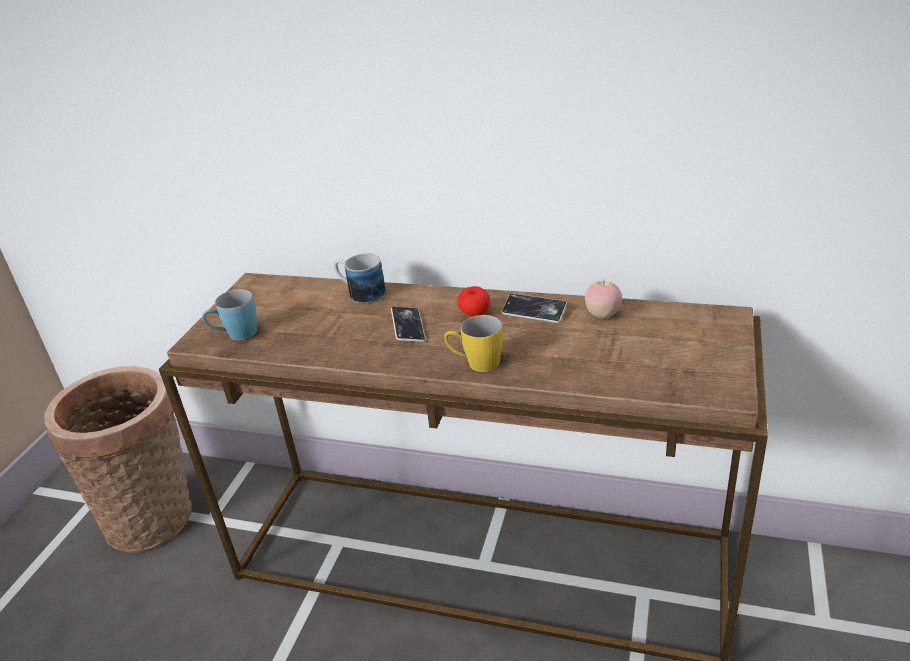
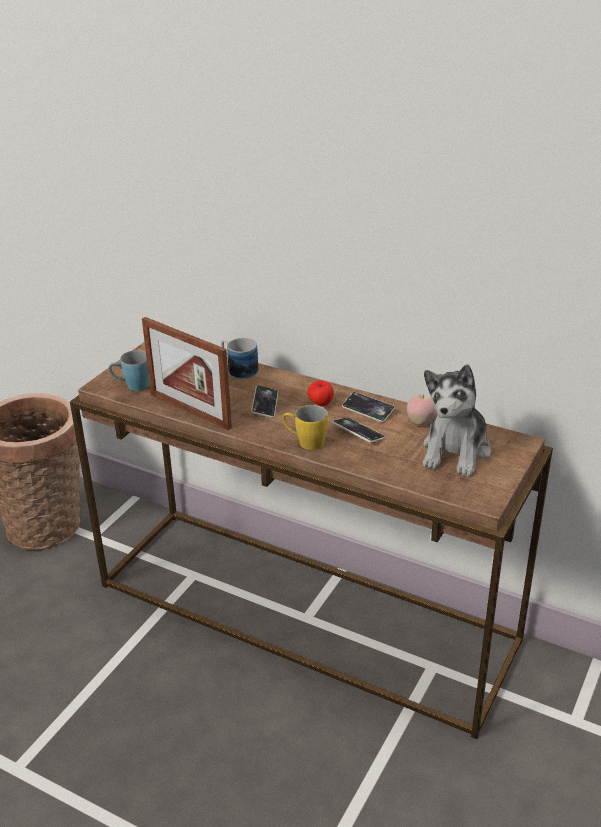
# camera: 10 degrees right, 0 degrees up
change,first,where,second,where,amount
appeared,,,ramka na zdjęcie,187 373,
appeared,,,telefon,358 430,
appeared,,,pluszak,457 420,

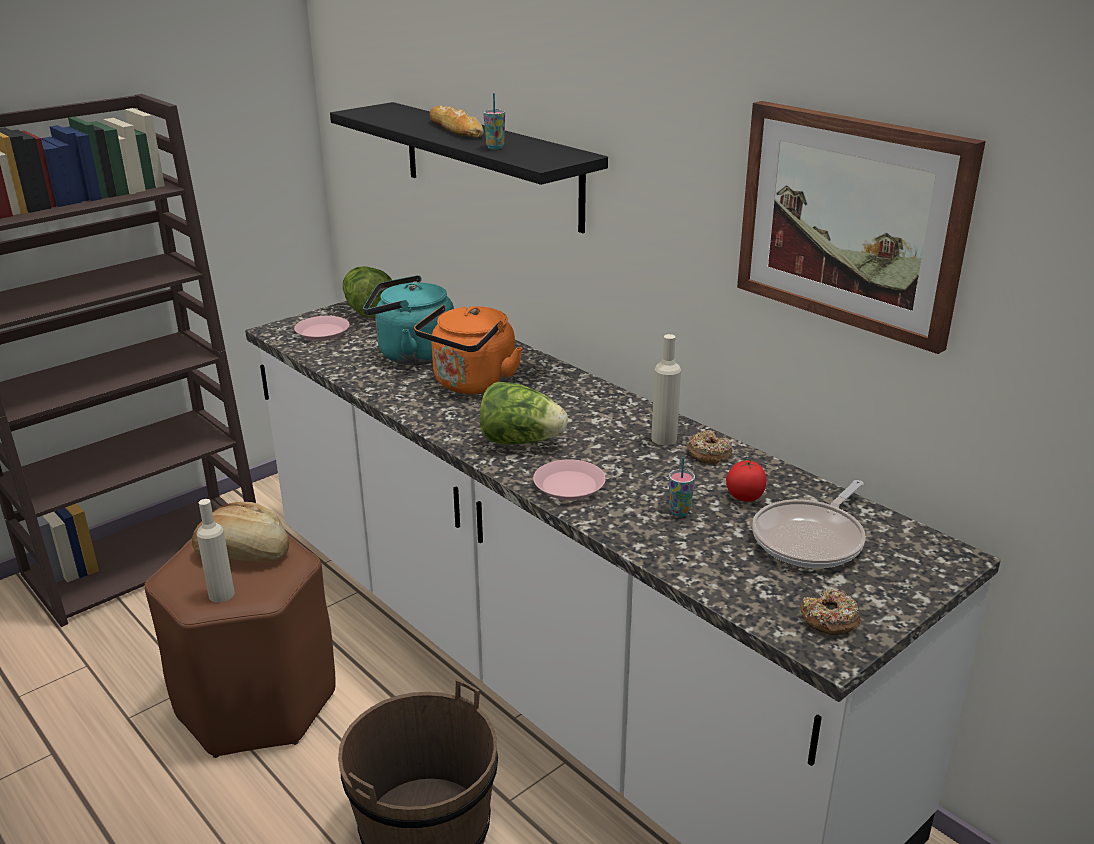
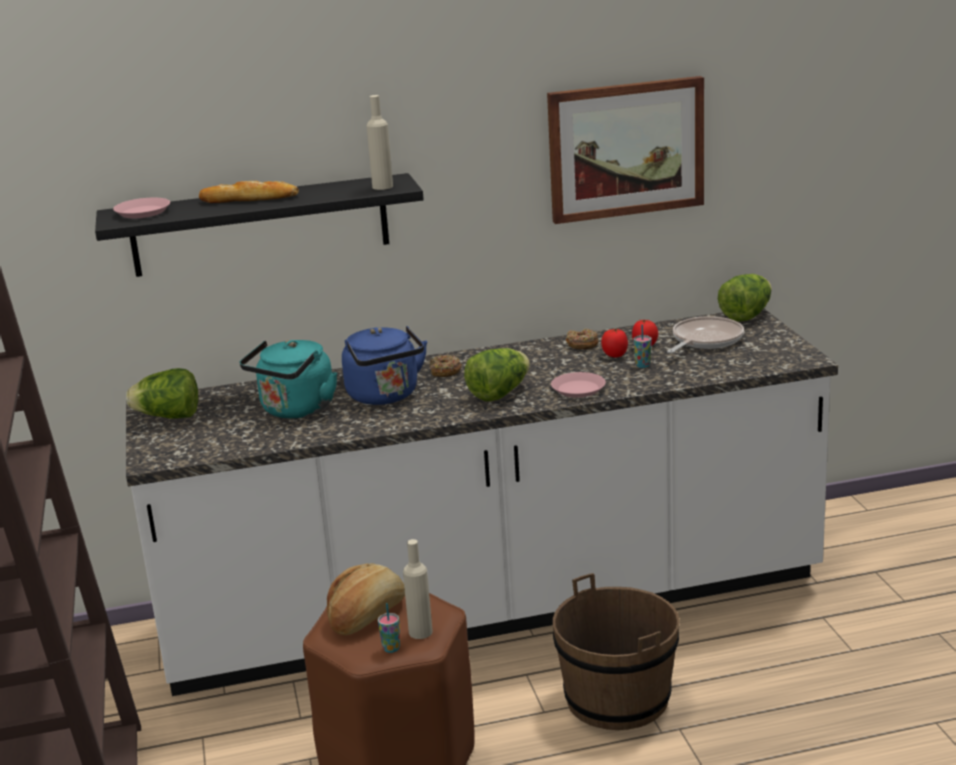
# camera: 60 degrees left, 5 degrees down
change,first,where,second,where,amount
relocated,talerz/różowy,322 328,,141 208,
colour,czajnik/pomarańczowy,468 349,czajnik/niebieski,384 365,
relocated,filiżanka,494 121,,389 628,
relocated,butelka/beżowy,666 389,,379 142,
spun,patelnia,809 524,,705 334,120 degrees counterclockwise
relocated,donut,830 611,,446 366,
appeared,,,pomidor,614 343,
appeared,,,sałata,745 298,

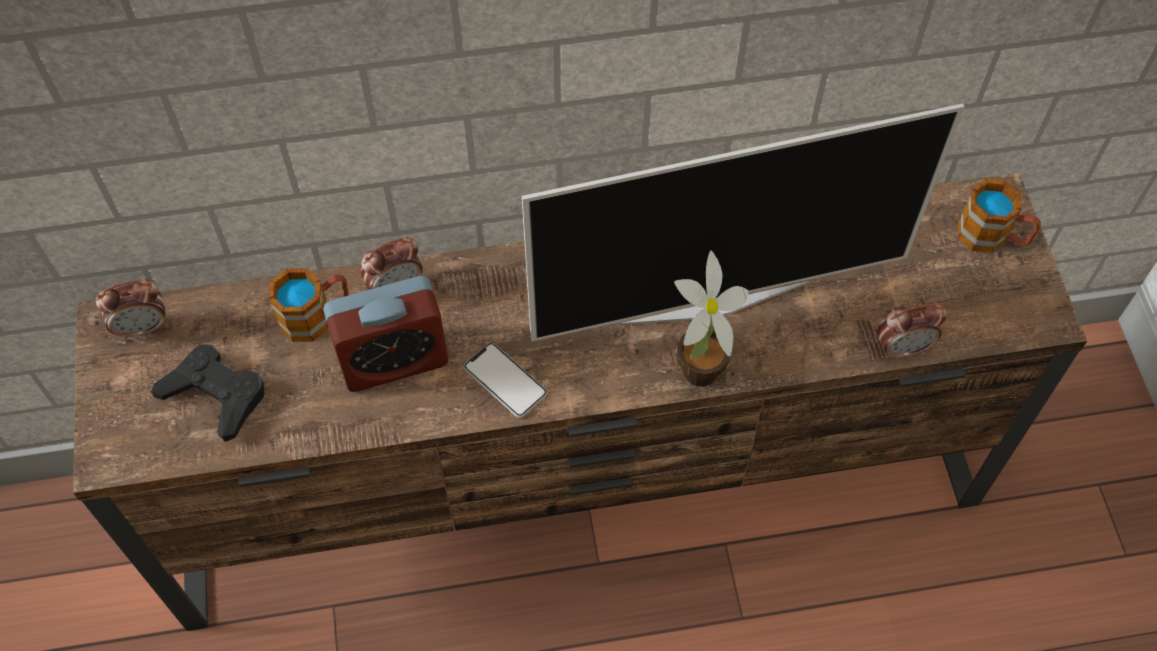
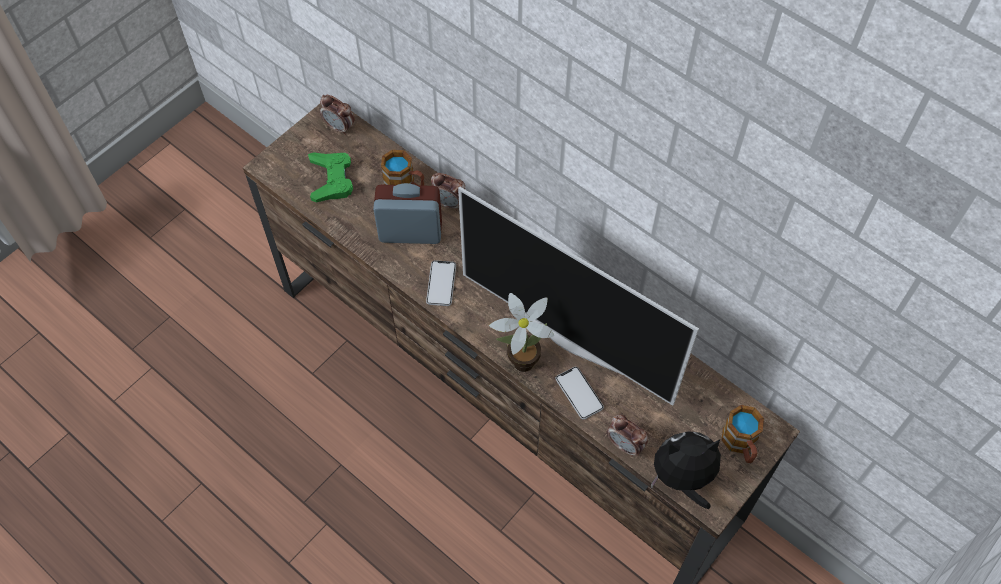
# camera: 50 degrees right, 0 degrees up
change,first,where,second,where,amount
colour,pad do gier/czarny,207 393,pad do gier/zielony,330 177,
spun,budzik,385 334,,407 213,150 degrees clockwise
appeared,,,telefon,579 393,
appeared,,,pluszak,686 470,

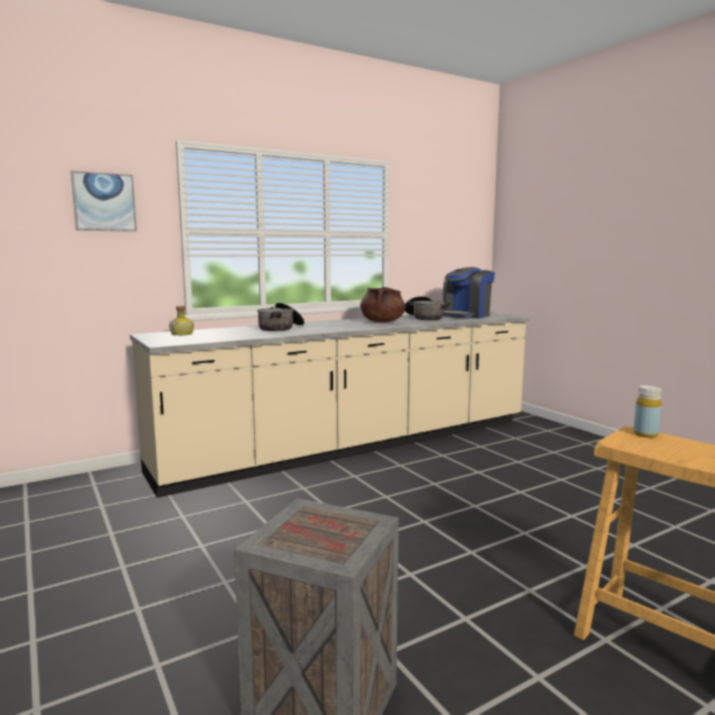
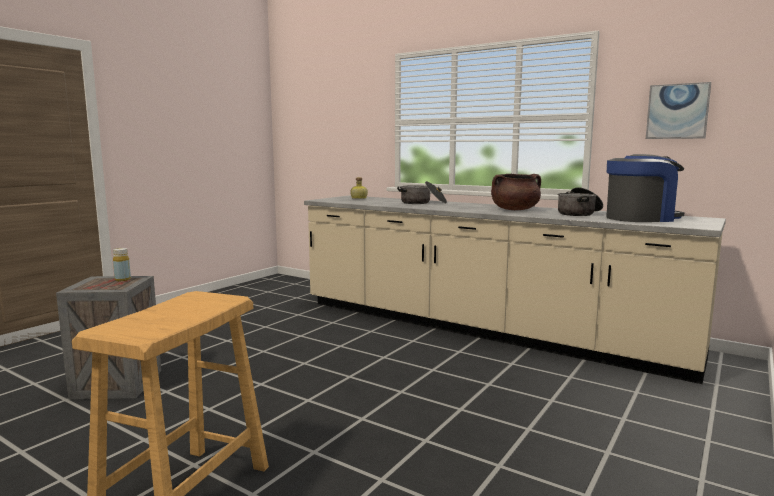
# camera: 65 degrees right, 0 degrees up
change,first,where,second,where,amount
relocated,obraz,104 201,,678 110,
spun,ekspres do kawy,469 292,,645 188,150 degrees clockwise
relocated,butelka/żółty,647 411,,122 264,

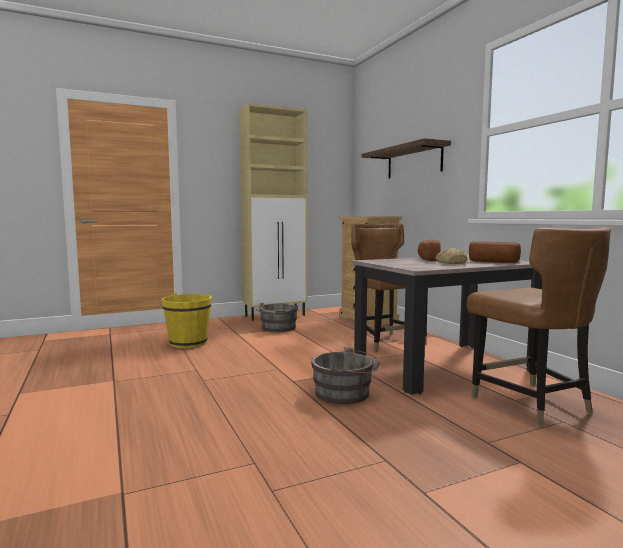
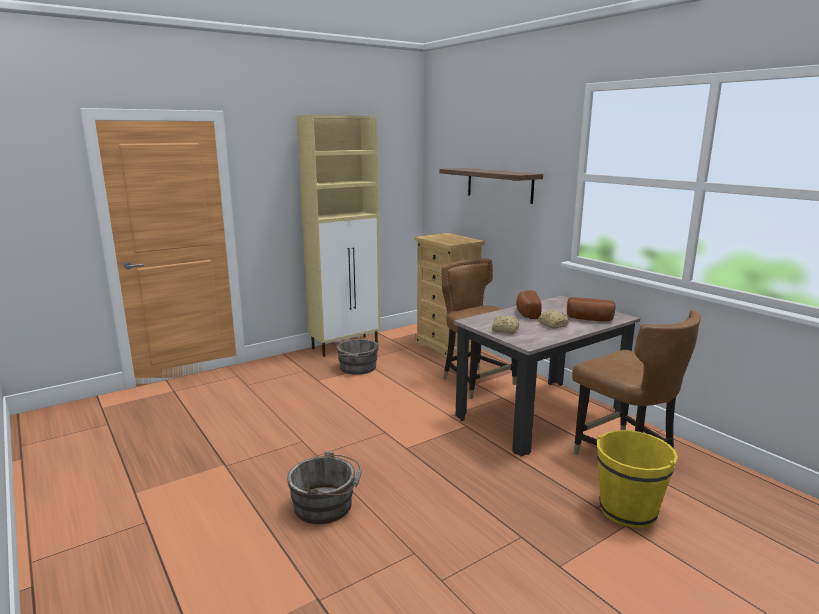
# camera: 10 degrees left, 10 degrees up
change,first,where,second,where,amount
relocated,wiadro/żółty,186 320,,637 479,
relocated,wiadro/szary,345 375,,324 487,
appeared,,,chleb,505 325,

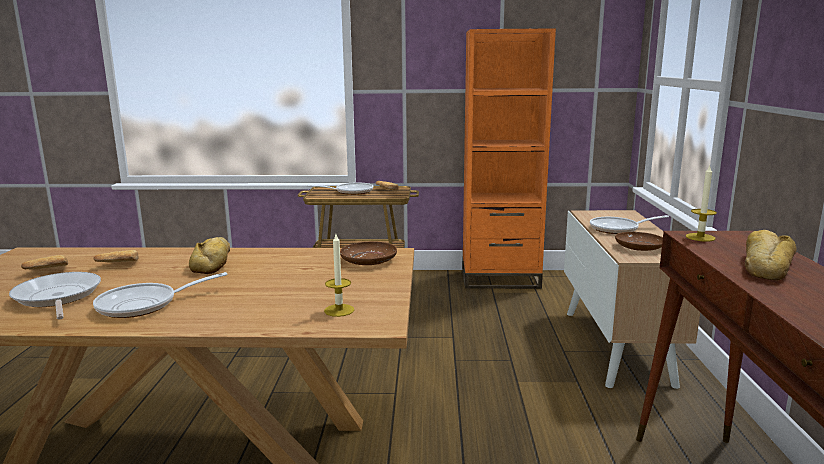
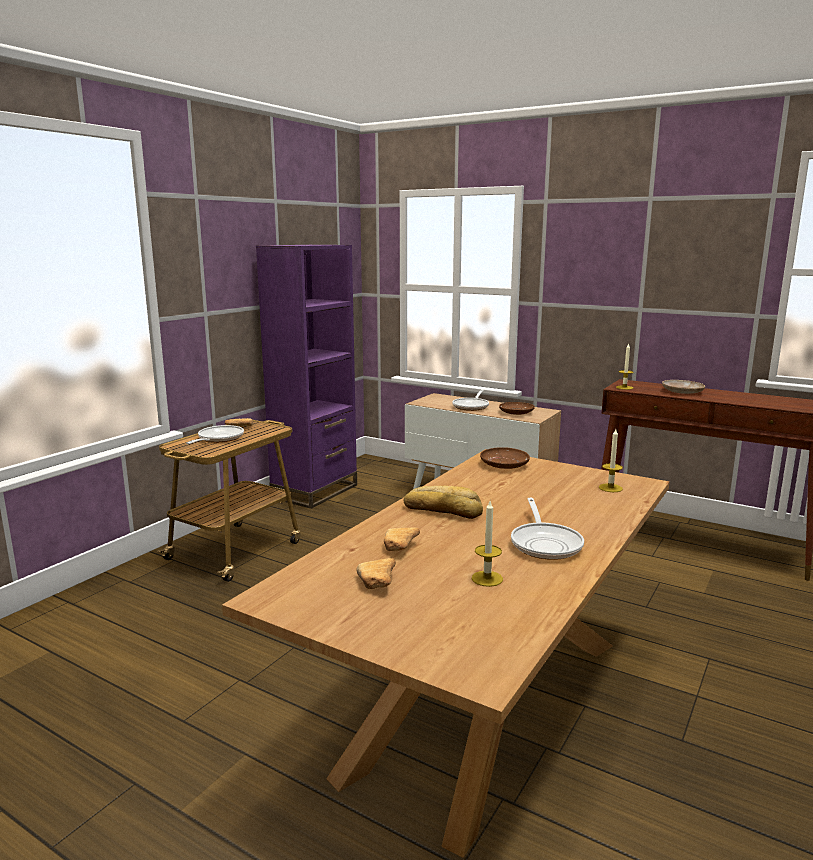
# camera: 60 degrees left, 0 degrees up
change,first,where,second,where,amount
exchanged,patelnia,55 296,świeca,487 544,
colour,regał/pomarańczowy,509 158,regał/fioletowy,306 377,
exchanged,chleb,770 255,talerz/beżowy,683 387,

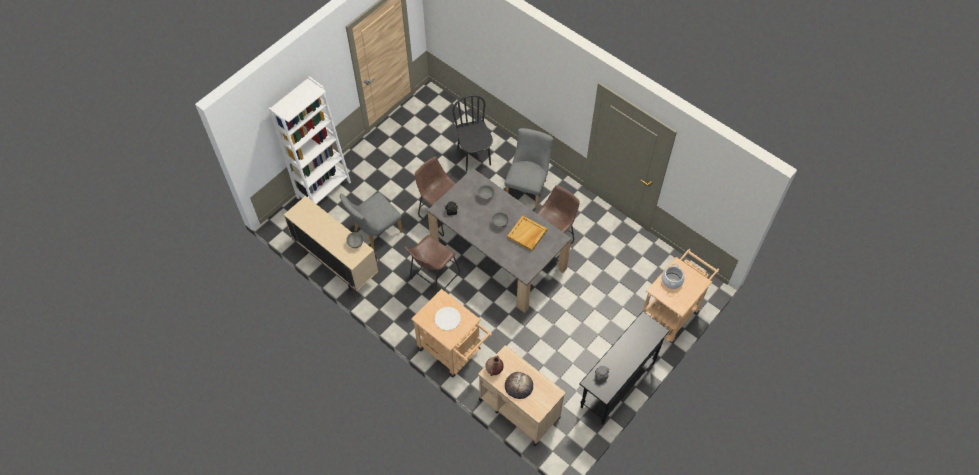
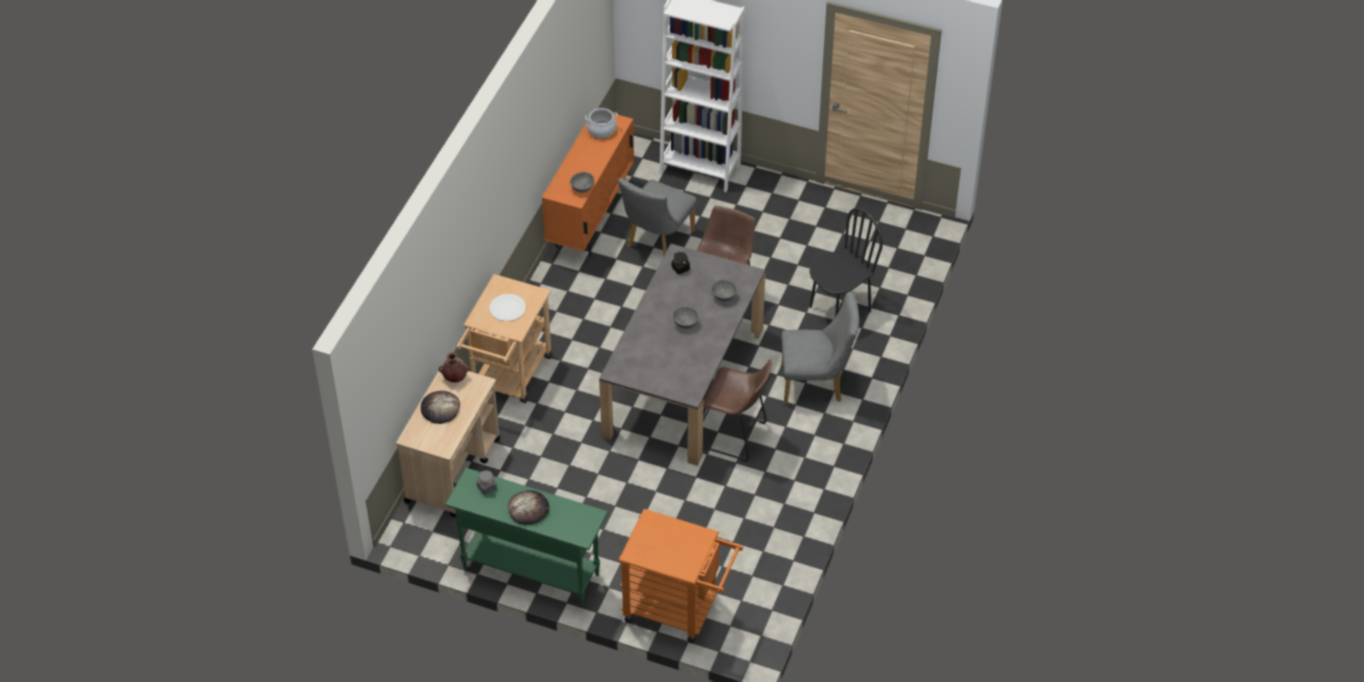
# camera: 70 degrees right, 10 degrees down
change,first,where,second,where,amount
colour,szafka/beżowy,331 243,szafka/pomarańczowy,588 182,
spun,krzesło/szary,371 220,,657 216,90 degrees counterclockwise
missing,stołek/brązowy,432 265,,,
missing,taca/beżowy,527 233,,,
colour,stolik konsolowy/czarny,624 368,stolik konsolowy/zielony,526 537,
colour,wózek/beżowy,681 296,wózek/pomarańczowy,680 576,
relocated,garnek,673 276,,601 123,
appeared,,,chleb,529 507,

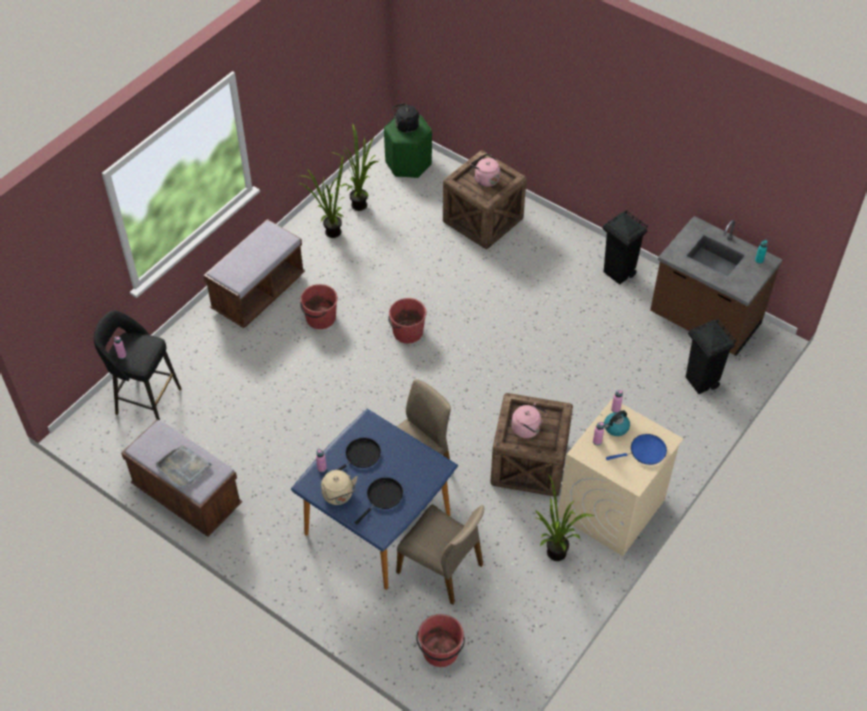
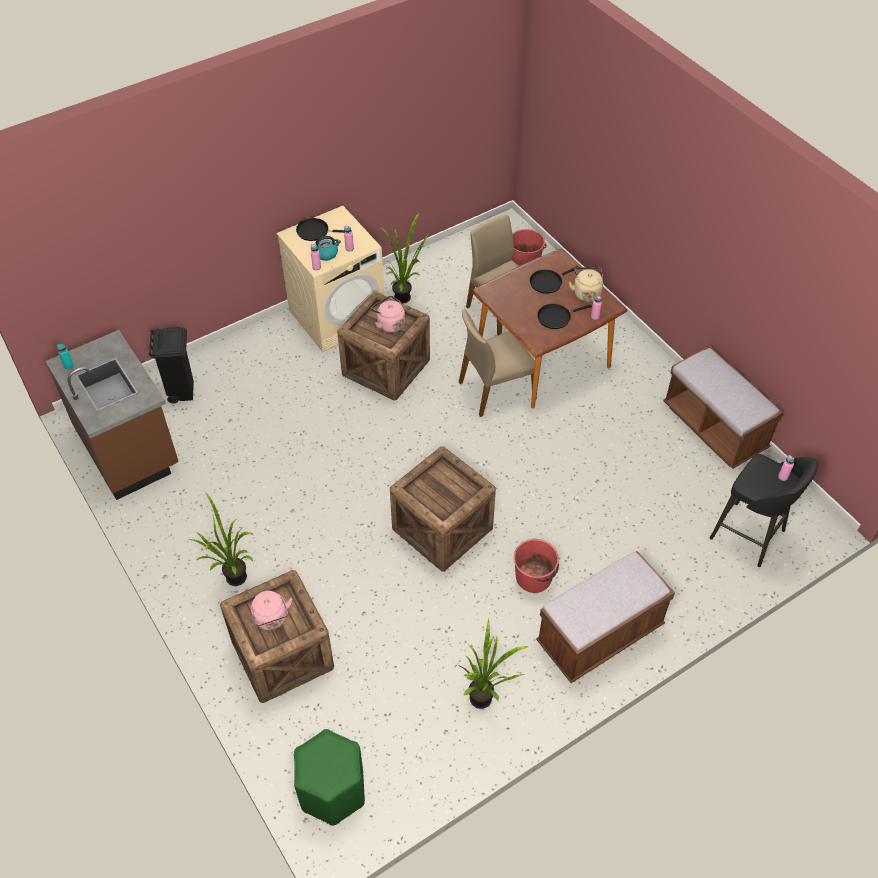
# camera: 160 degrees left, 0 degrees up
change,first,where,second,where,amount
missing,taca/szary,184 466,,,
colour,stół jadalny/niebieski,374 499,stół jadalny/brązowy,550 328,
relocated,roślina doniczkowa,357 167,,221 538,
exchanged,wiadro/czerwony,407 320,skrzynka,443 508,
missing,czajnik/czarny,405 118,,,
missing,kosz na śmieci/czarny,625 247,,,
colour,patelnia/niebieski,636 449,patelnia/czarny,320 229,

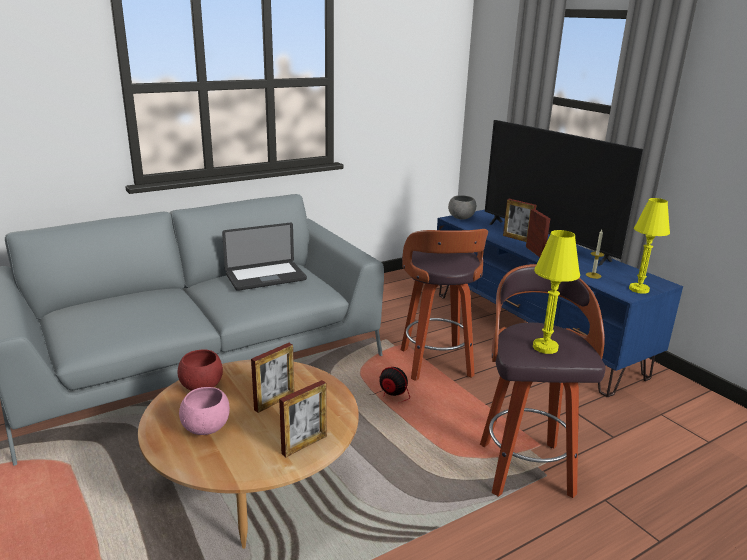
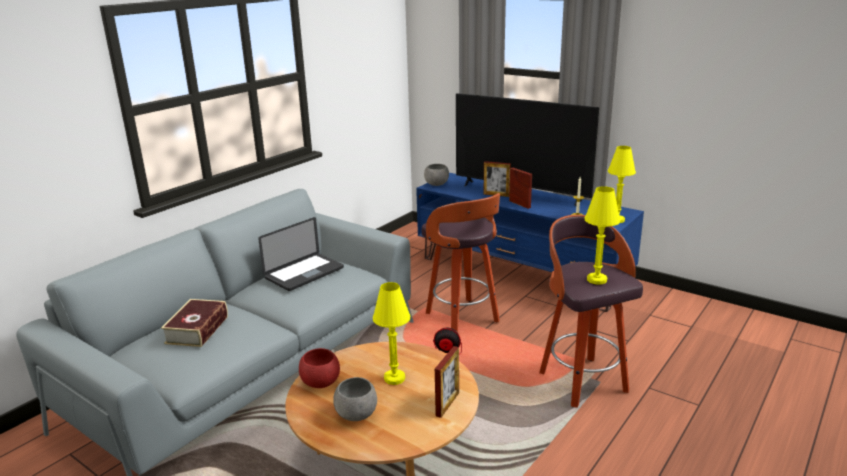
# camera: 20 degrees left, 0 degrees up
change,first,where,second,where,amount
colour,miska/różowy,204 411,miska/szary,355 399,
exchanged,ramka na zdjęcie,272 378,lampa stołowa/żółty,391 333,
appeared,,,książka,194 323,

